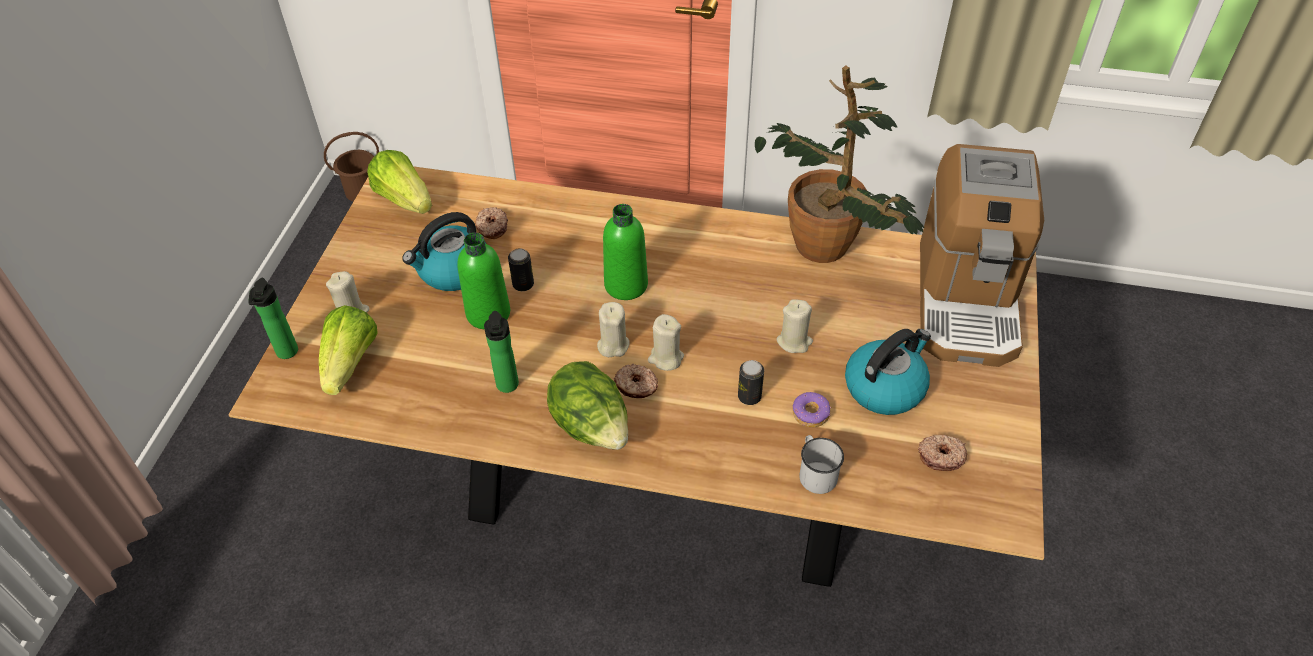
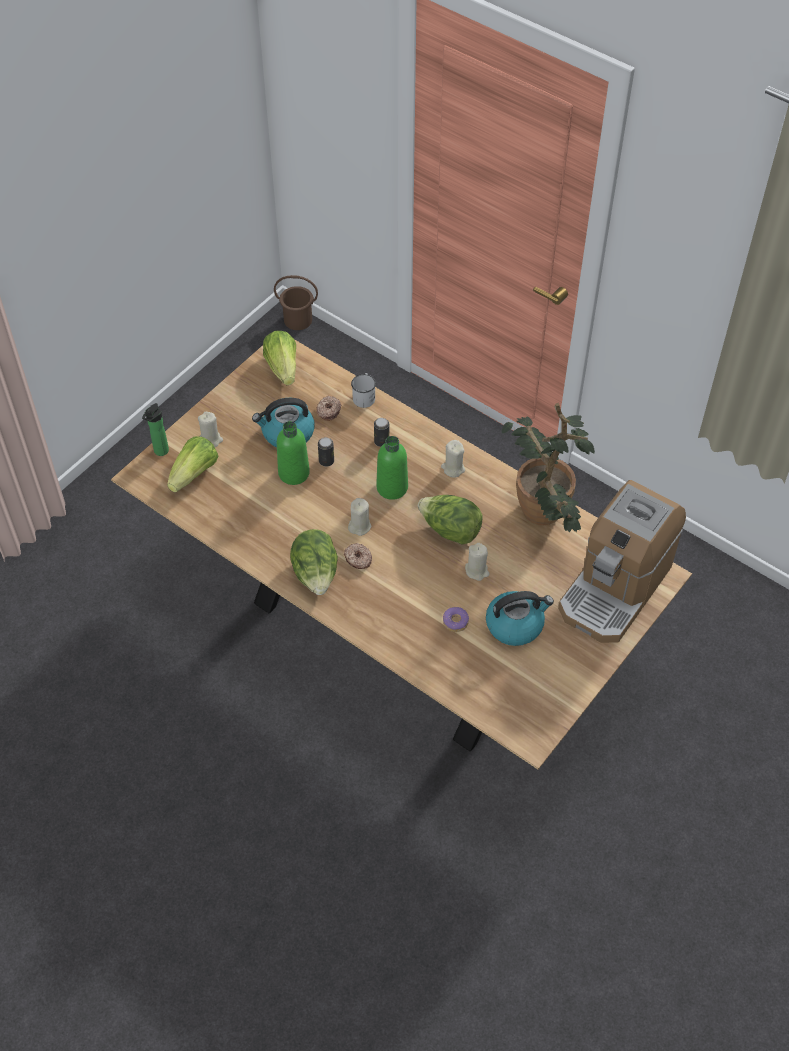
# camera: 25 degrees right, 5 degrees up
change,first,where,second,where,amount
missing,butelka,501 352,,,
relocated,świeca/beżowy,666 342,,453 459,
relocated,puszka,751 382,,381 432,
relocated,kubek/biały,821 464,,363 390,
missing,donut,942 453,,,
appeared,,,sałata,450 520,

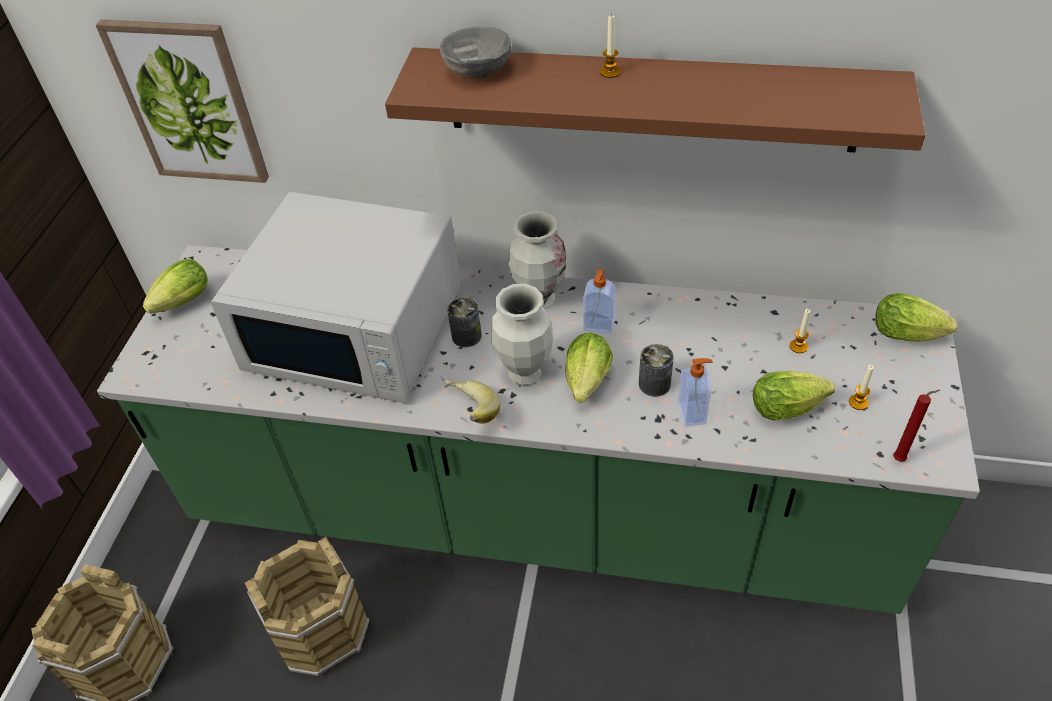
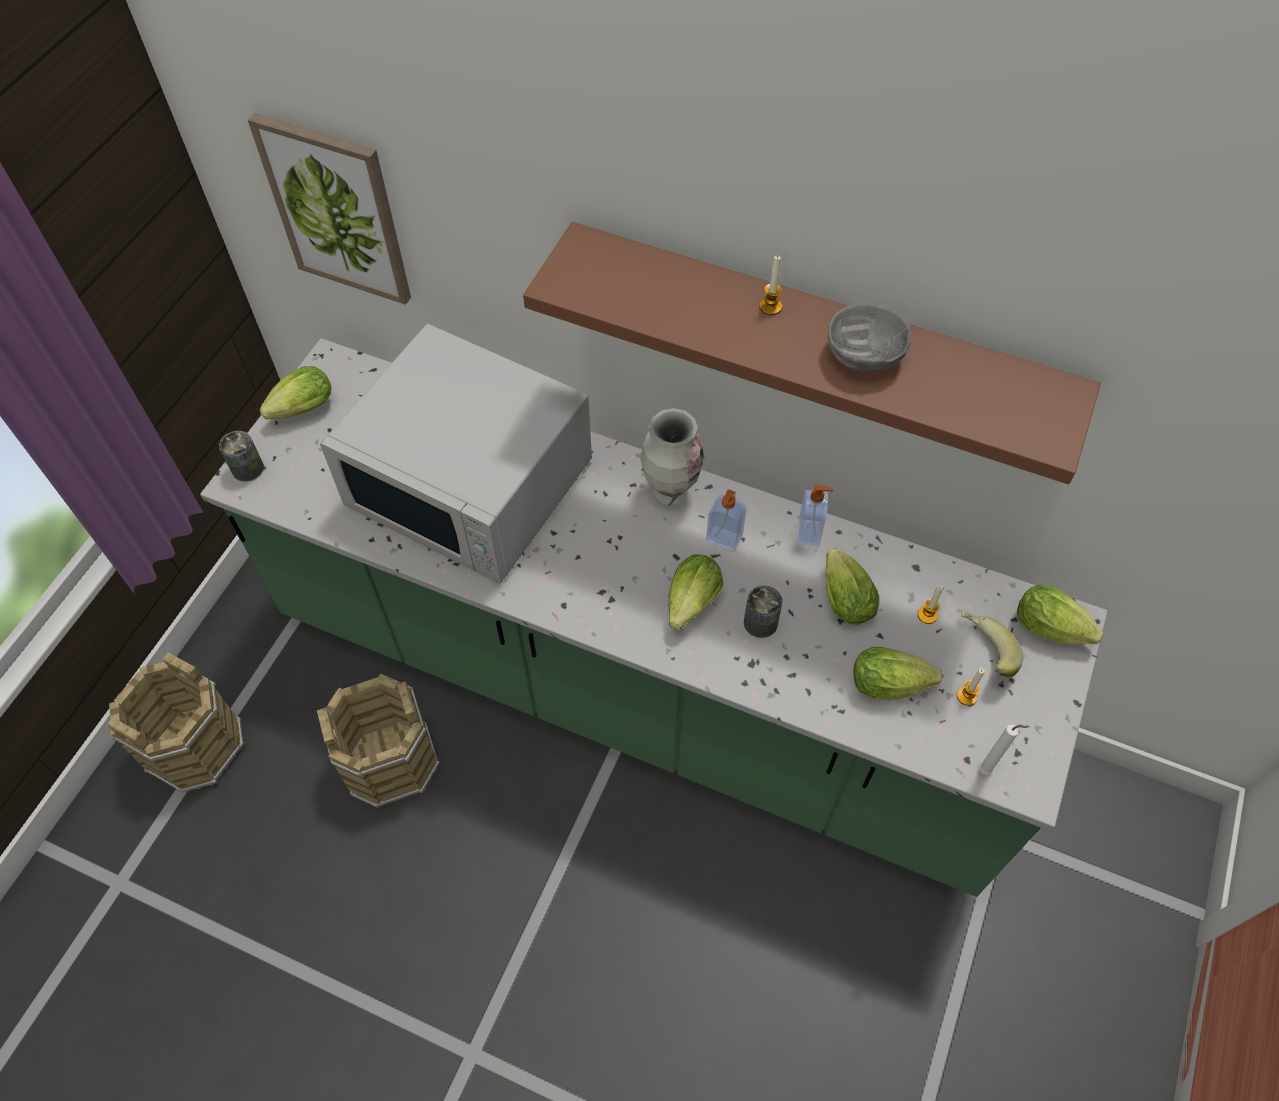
# camera: 10 degrees right, 10 degrees up
change,first,where,second,where,amount
relocated,miska/szary,475 52,,869 338,
relocated,banan,472 401,,992 643,
relocated,puszka,464 322,,241 456,
missing,wazon,522 334,,,
relocated,dozownik mydła,695 392,,815 515,
colour,świeca/czerwony,916 426,świeca/biały,1004 749,
appeared,,,sałata,852 586,

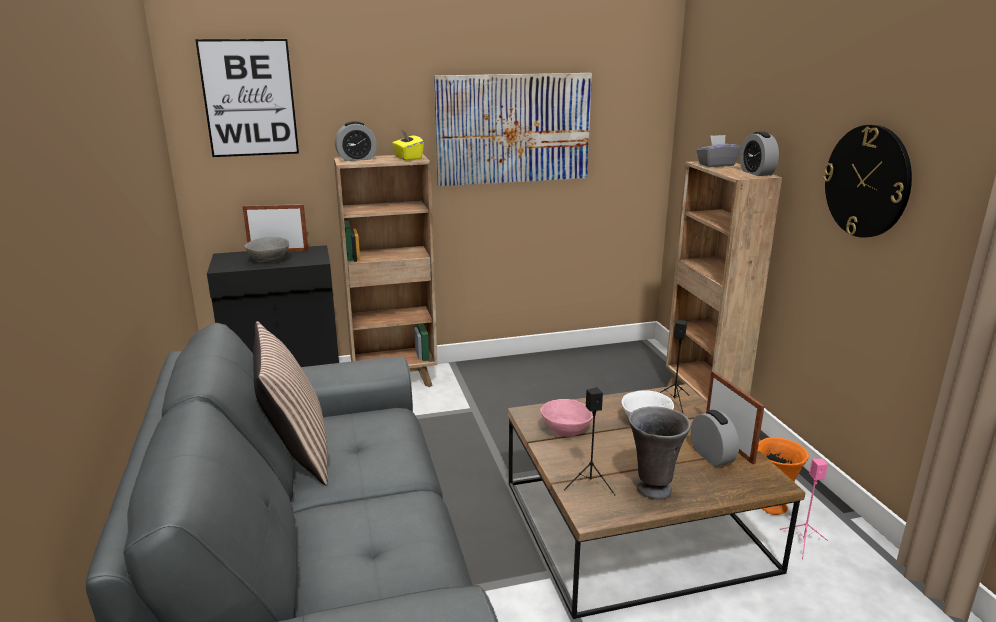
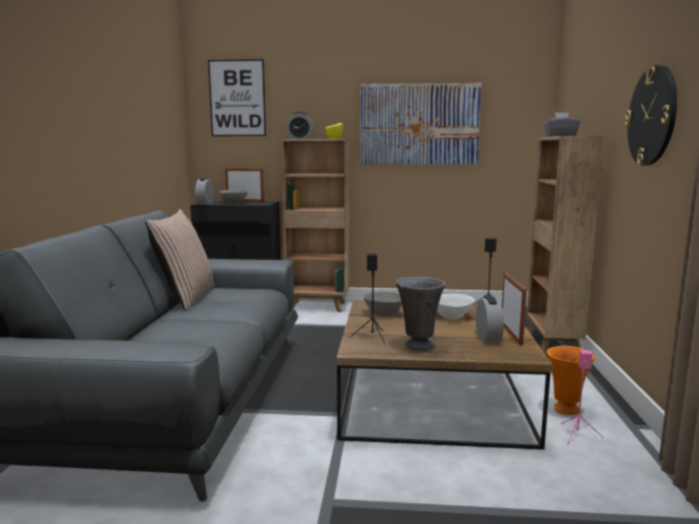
# camera: 20 degrees right, 10 degrees down
change,first,where,second,where,amount
colour,miska/różowy,566 418,miska/szary,383 304,
relocated,budzik,759 154,,204 191,

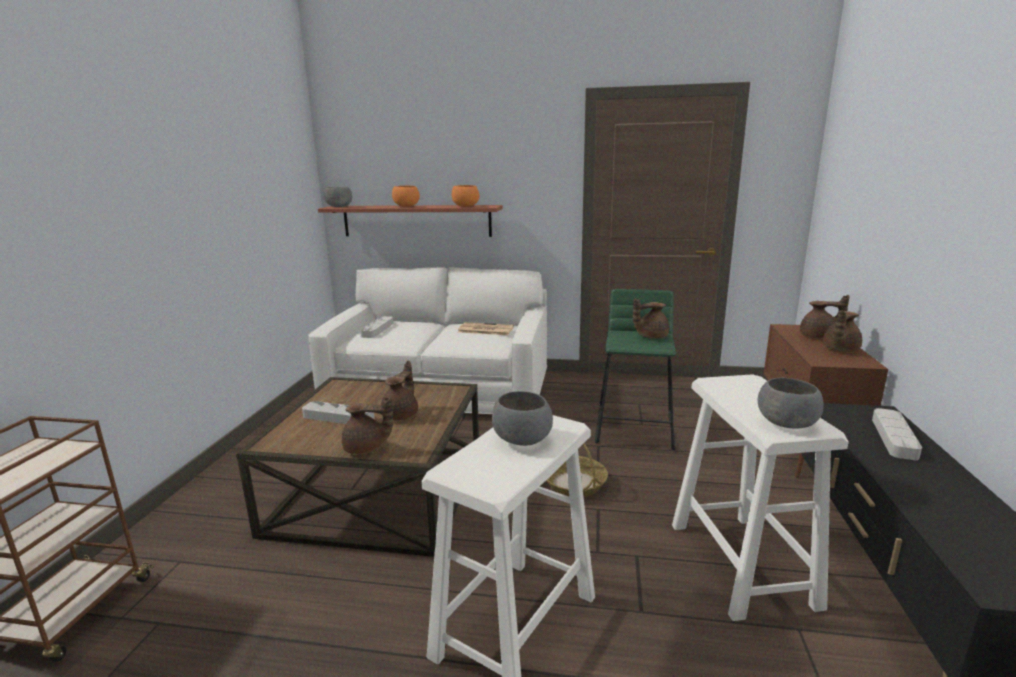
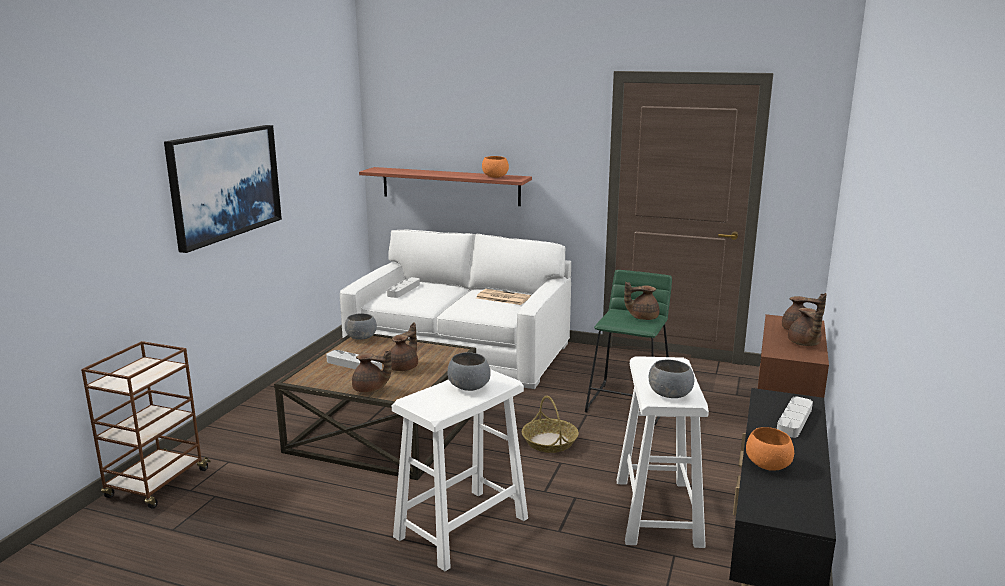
# camera: 10 degrees right, 0 degrees up
change,first,where,second,where,amount
relocated,miska/szary,338 197,,361 326,
relocated,miska/pomarańczowy,406 196,,770 449,
spun,imbryk/brązowy,842 331,,805 327,60 degrees counterclockwise
appeared,,,obraz,223 189,

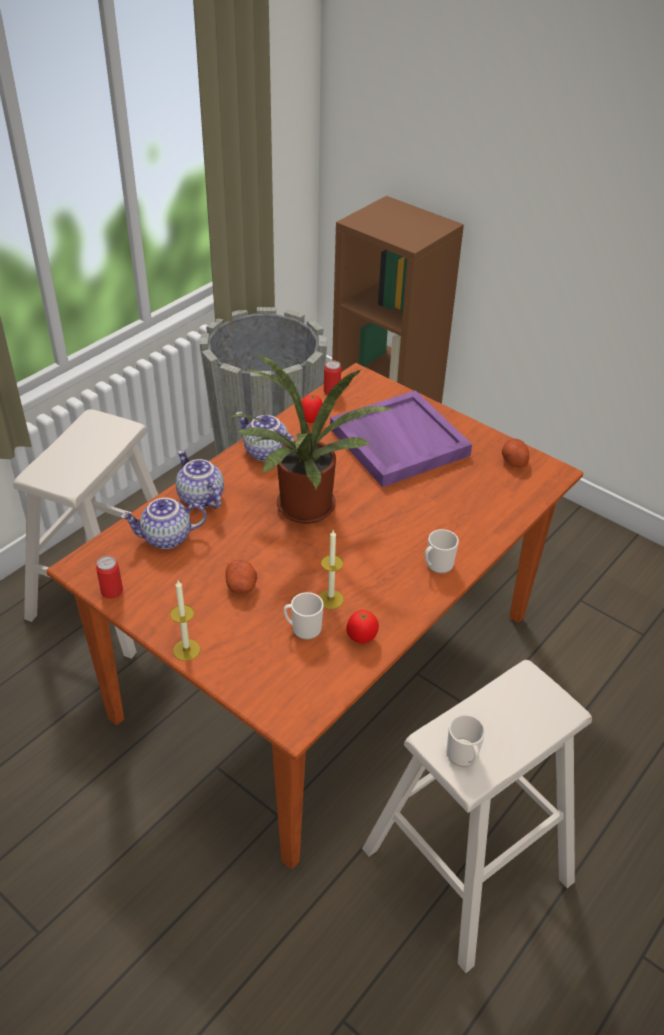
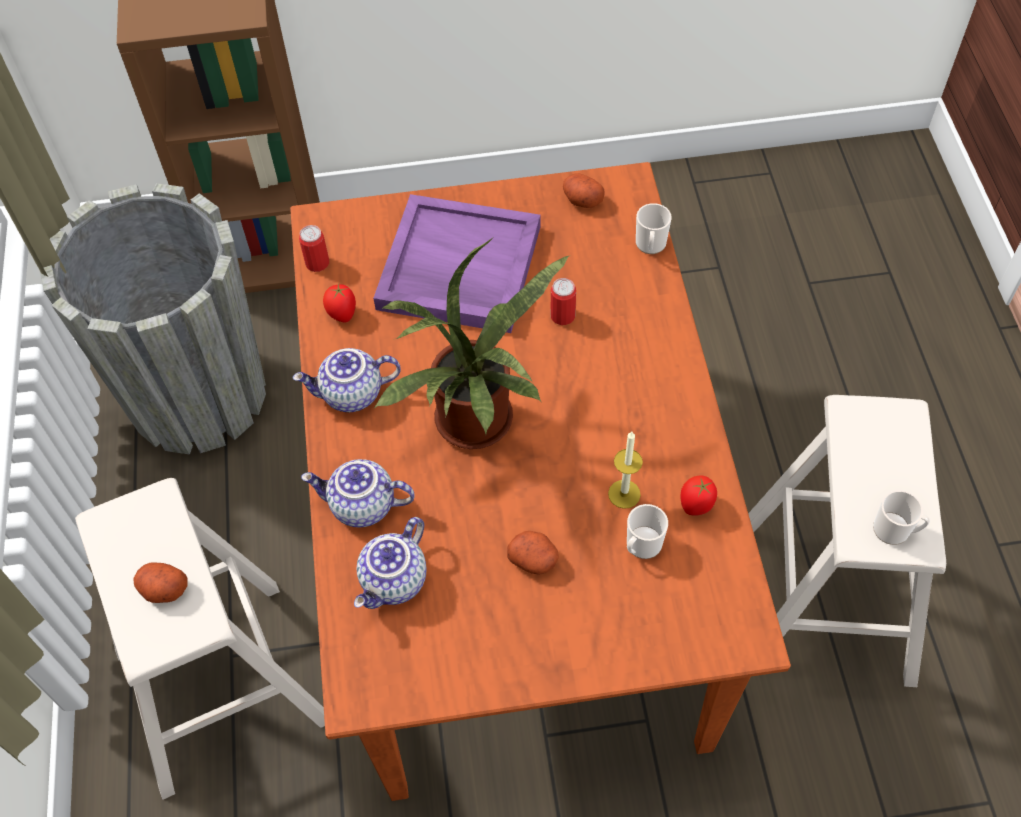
# camera: 45 degrees left, 15 degrees up
change,first,where,second,where,amount
relocated,puszka,109 577,,563 301,
missing,świeca,185 620,,,
relocated,kubek,442 551,,654 228,
appeared,,,ziemniak,160 583,

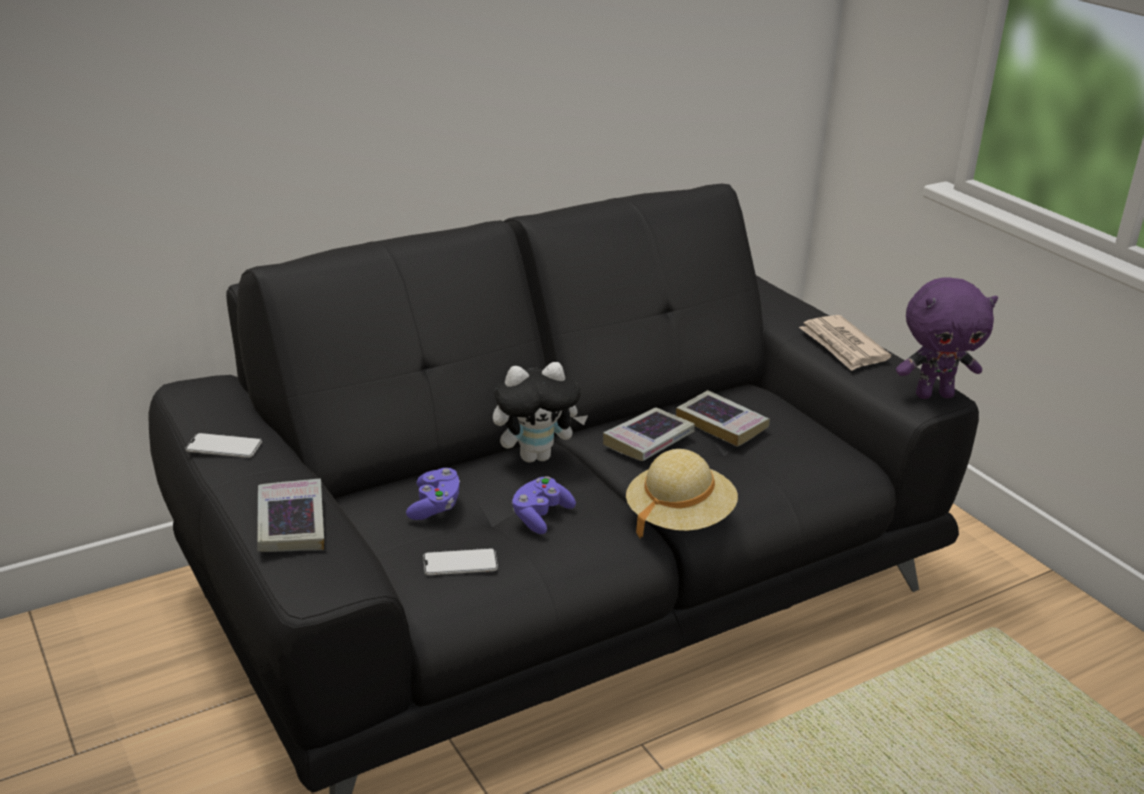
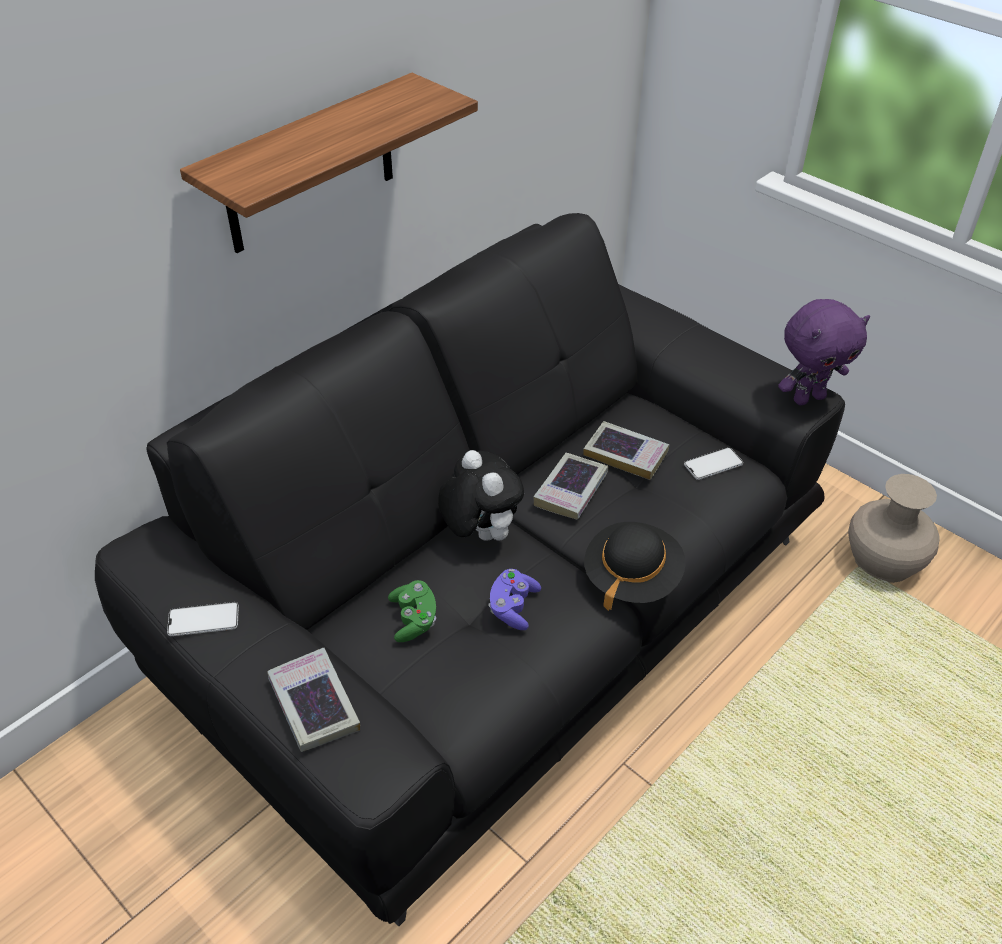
# camera: 15 degrees left, 15 degrees up
change,first,where,second,where,amount
colour,pad do gier/fioletowy,433 494,pad do gier/zielony,412 611,
relocated,telefon,460 561,,713 463,
spun,pluszak,540 412,,481 495,90 degrees counterclockwise
colour,kapelusz/beżowy,682 494,kapelusz/czarny,635 566,
missing,gazeta,845 343,,,
appeared,,,półka,329 163,
appeared,,,wazon/beżowy,894 528,

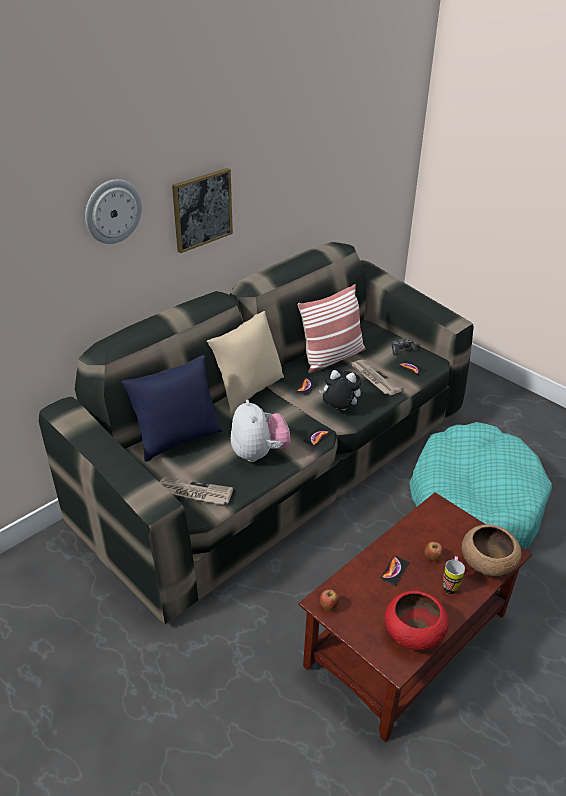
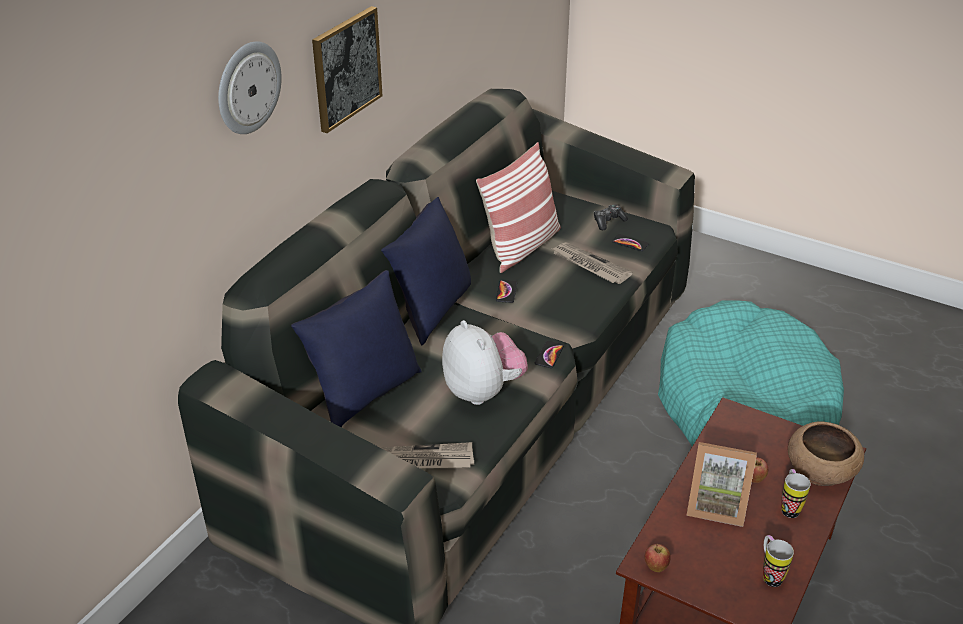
# camera: 15 degrees left, 0 degrees up
change,first,where,second,where,amount
colour,poduszka/beżowy,245 362,poduszka/niebieski,426 271,
missing,pluszak,340 390,,,
exchanged,telefon,395 571,ramka na zdjęcie,721 484,
exchanged,miska/czerwony,417 620,kubek,778 561,

